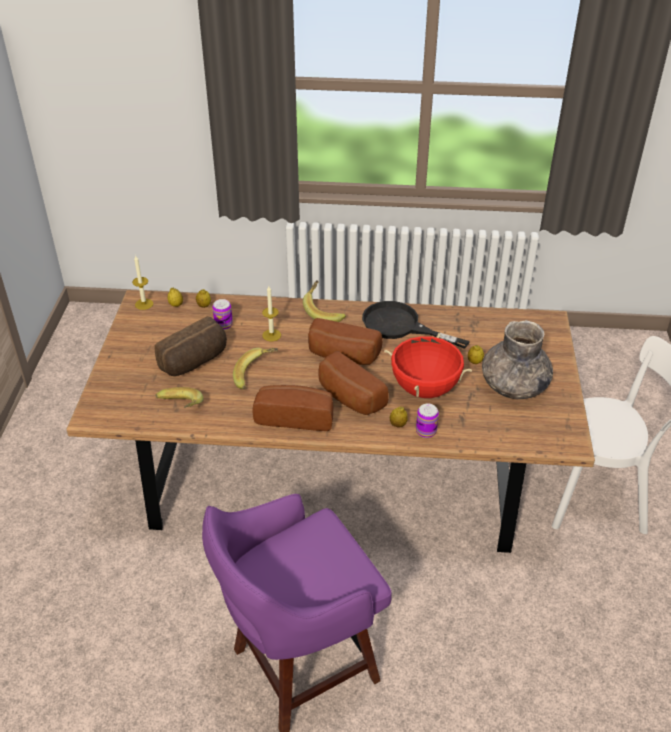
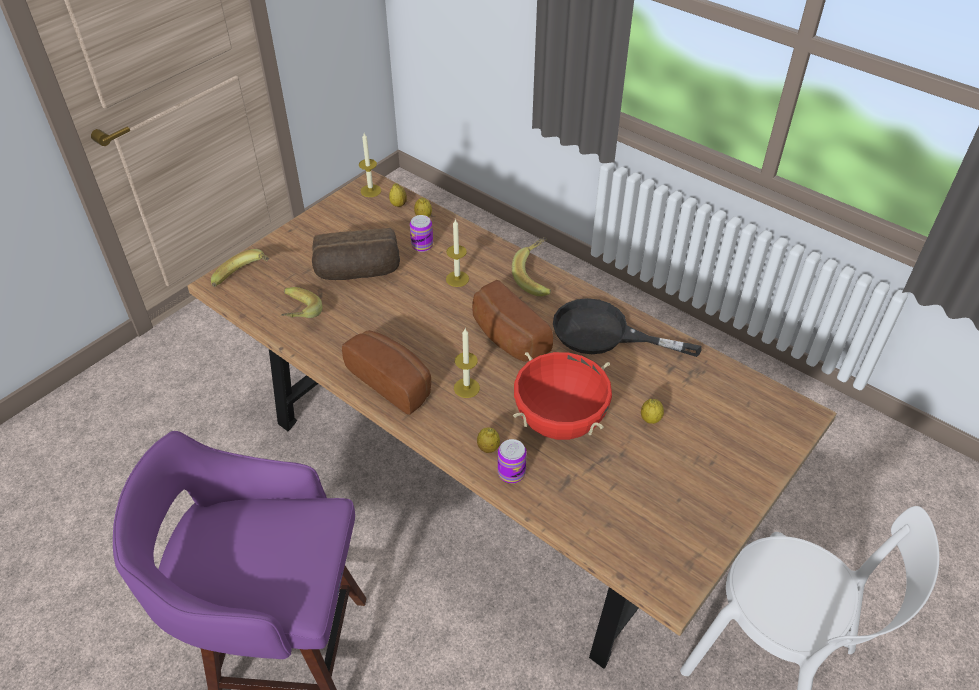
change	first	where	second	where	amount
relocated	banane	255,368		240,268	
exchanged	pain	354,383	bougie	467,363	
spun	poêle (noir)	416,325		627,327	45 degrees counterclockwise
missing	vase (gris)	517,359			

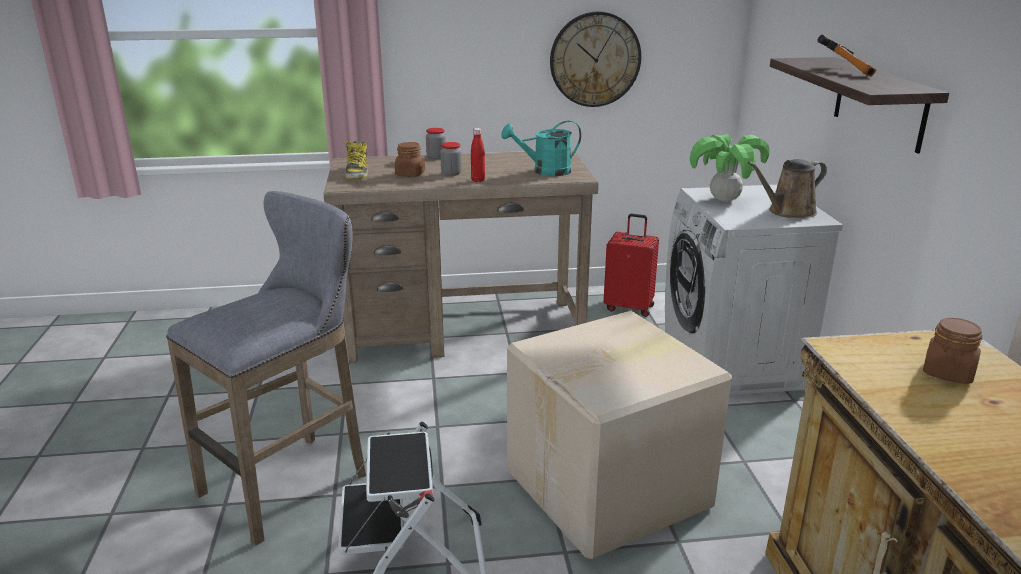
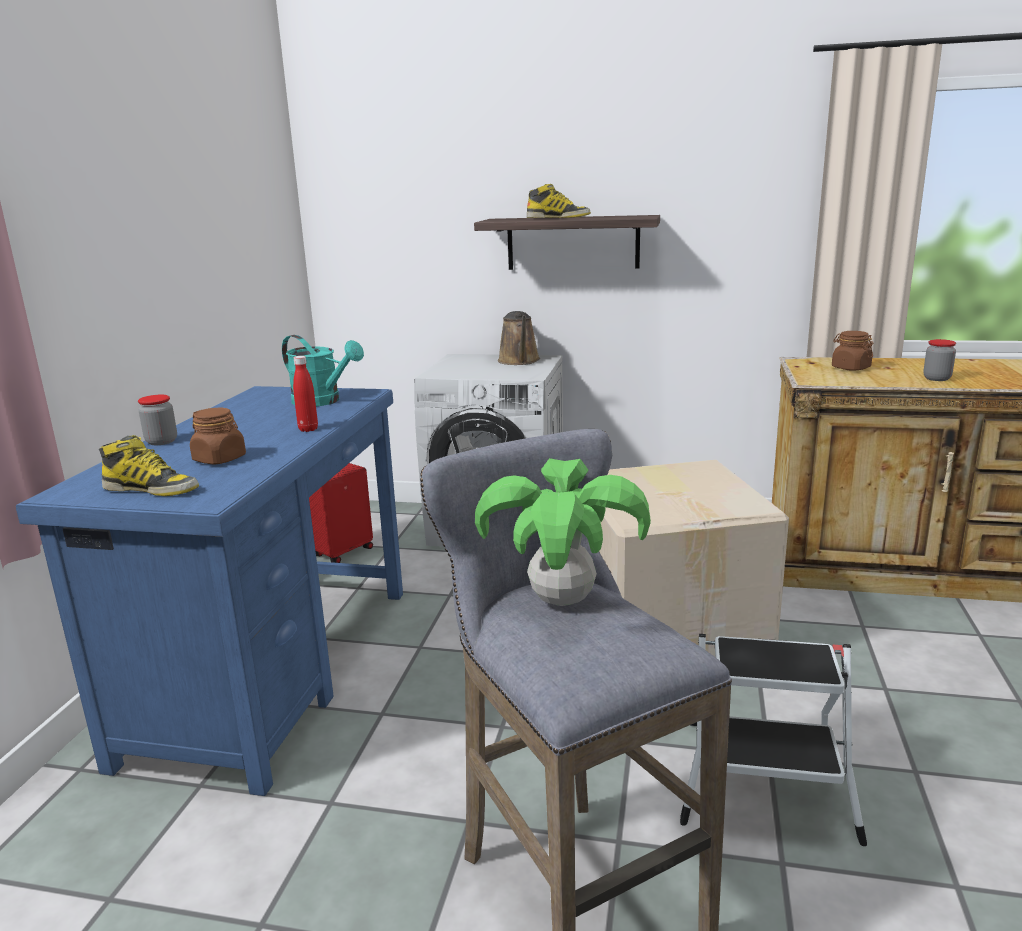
change	first	where	second	where	amount
colour	bureau (marron)	461,256	bureau (bleu)	209,591	
relocated	bocal	451,159		939,360	
spun	arrosoir (turquoise)	541,148		323,370	60 degrees counterclockwise
missing	horloge murale	595,59			
relocated	plante en pot	729,168		563,532	
exchanged	marteau	846,56	botte	558,201	

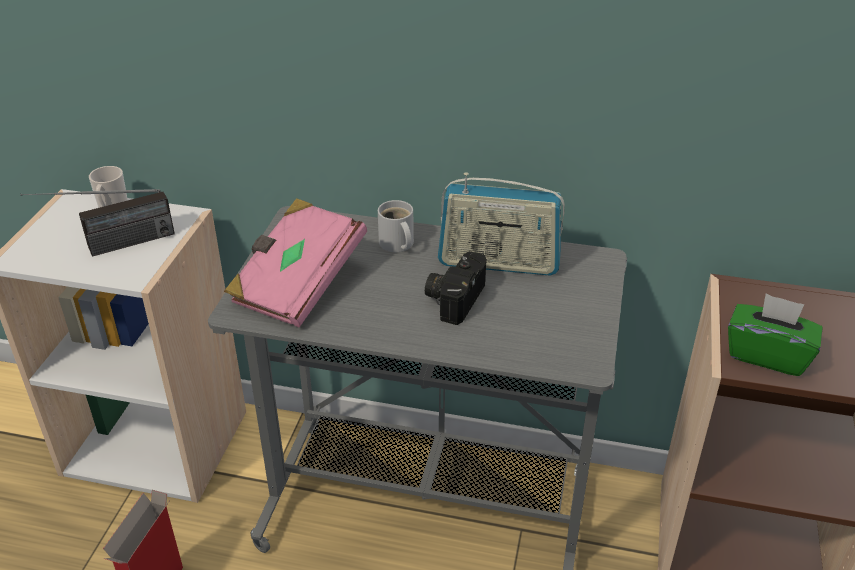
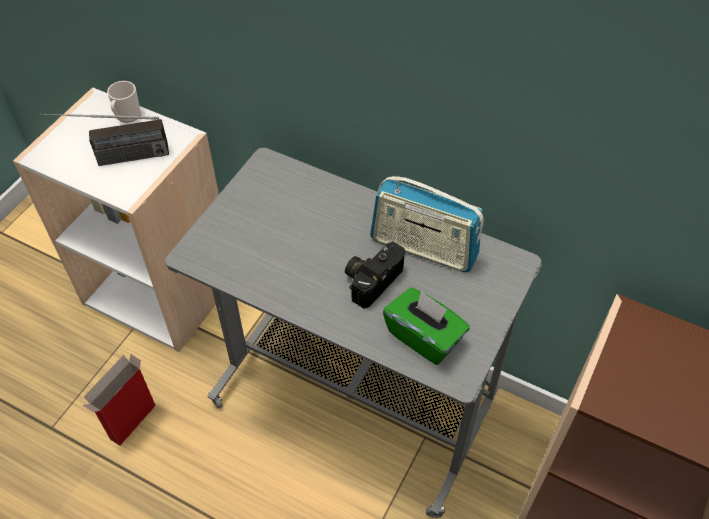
change	first	where	second	where	amount
missing	livre (rose)	295,263			
missing	mug (blanc)	396,226			
relocated	boîte à mouchoirs (vert)	775,334		426,326	

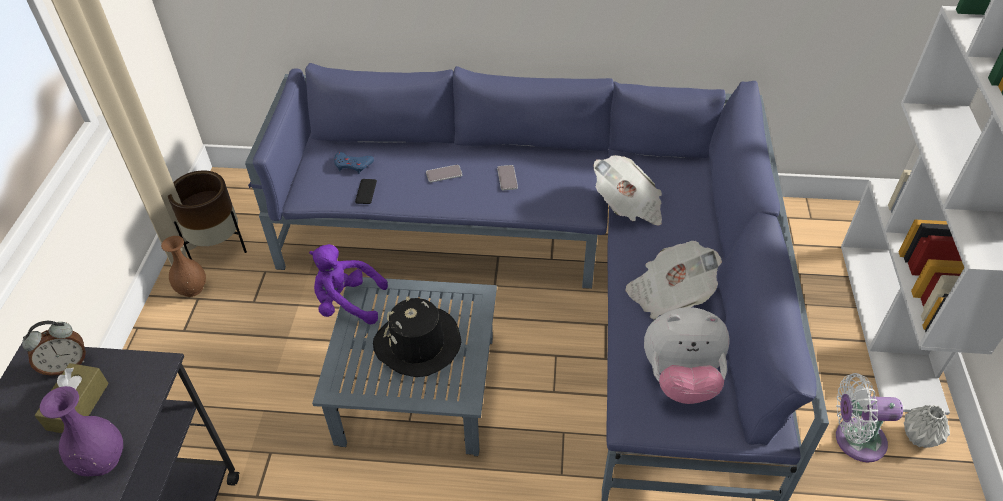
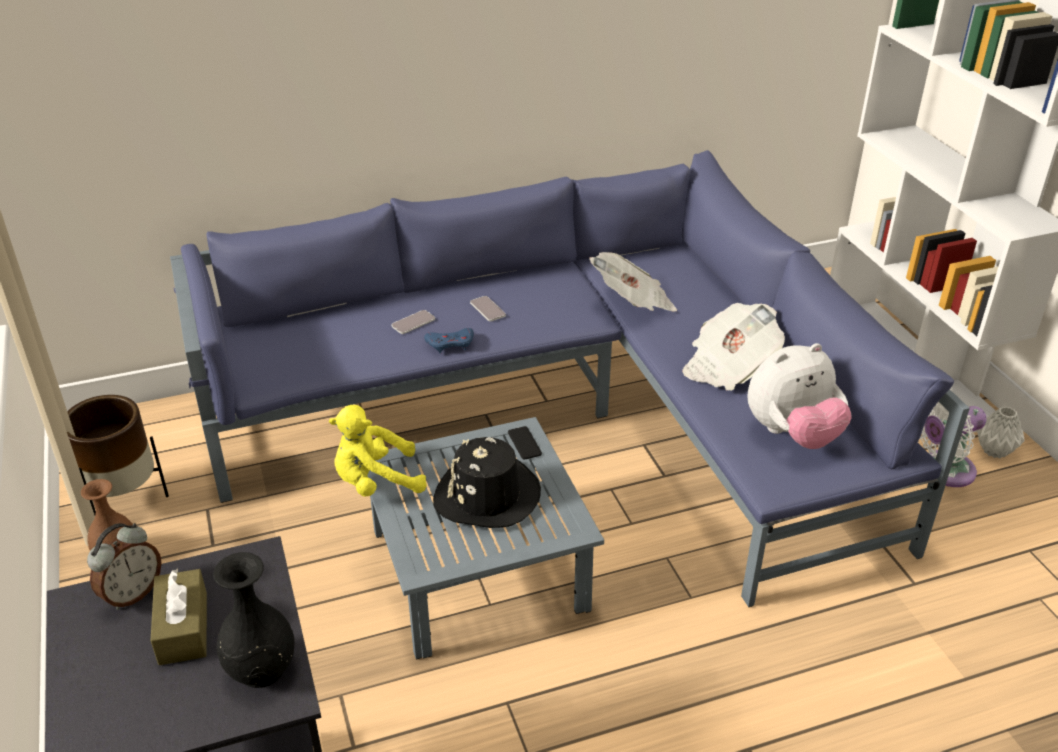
change	first	where	second	where	amount
colour	vase (violet)	81,431	vase (noir)	254,620	
colour	peluche (violet)	348,284	peluche (jaune)	378,451	
relocated	manette (bleu)	354,163		449,340	
relocated	téléphone	366,191		525,443	

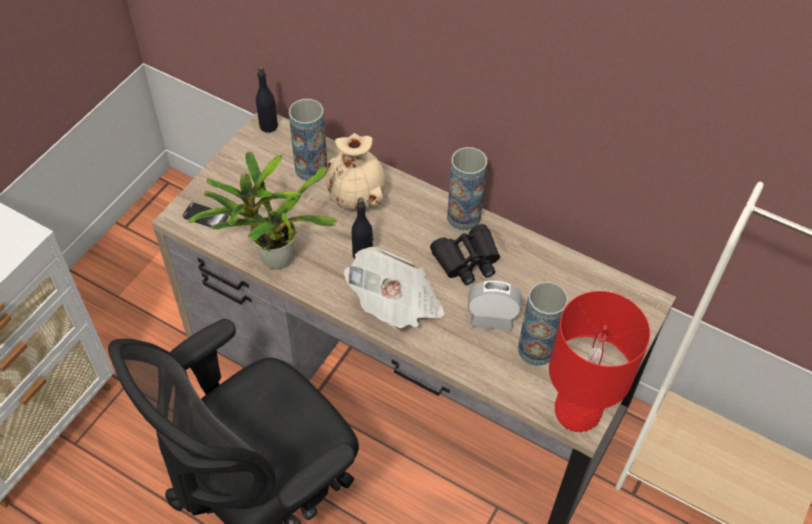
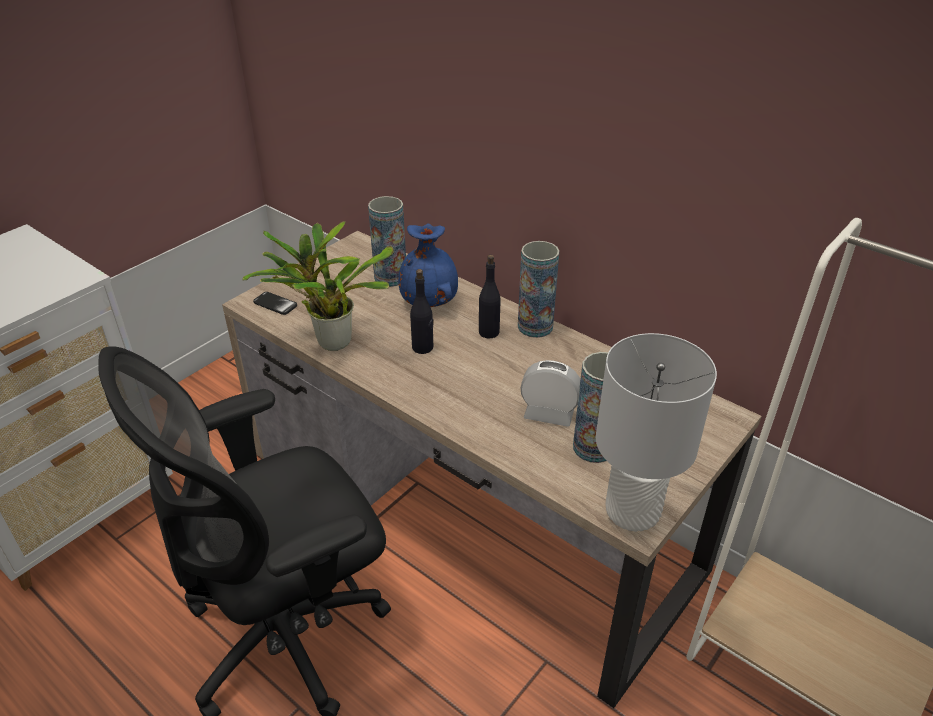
change	first	where	second	where	amount
relocated	bouteille (noir)	267,99		490,297	
colour	vase (beige)	356,171	vase (bleu)	428,265	
missing	journal	394,288			
missing	jumelles (noir)	465,254			
colour	lampe de table (rouge)	599,361	lampe de table (gris)	656,432	

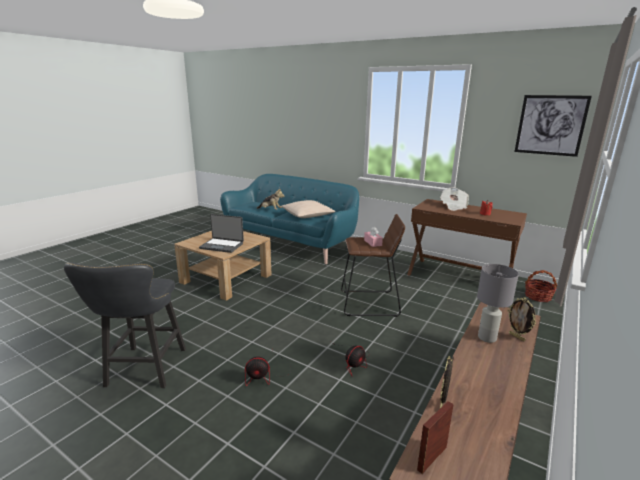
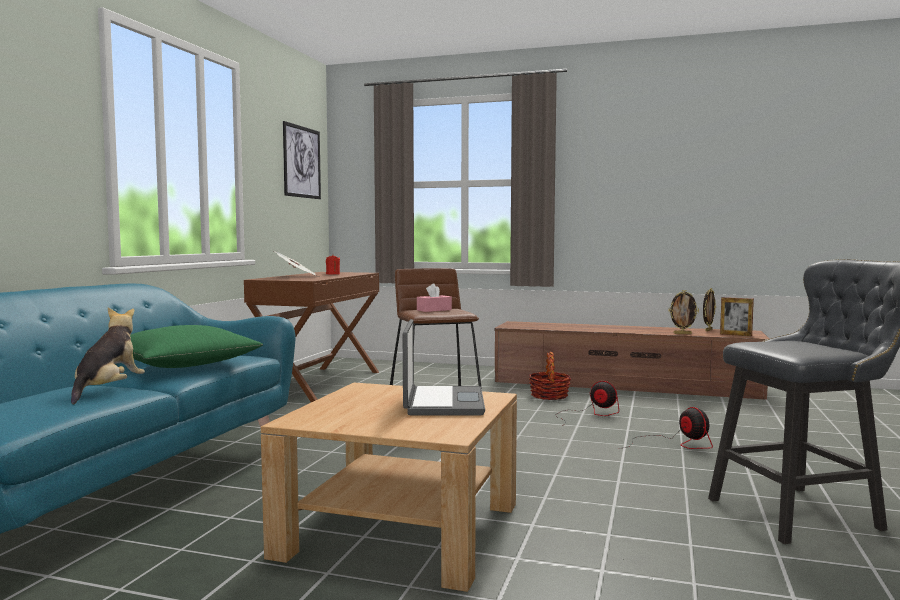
change	first	where	second	where	amount
colour	coussin (beige)	308,209	coussin (vert)	196,346	
missing	lampe de table (gris)	498,303			
relocated	cadre photo	521,319		709,309	
relocated	panier	541,286		550,376	

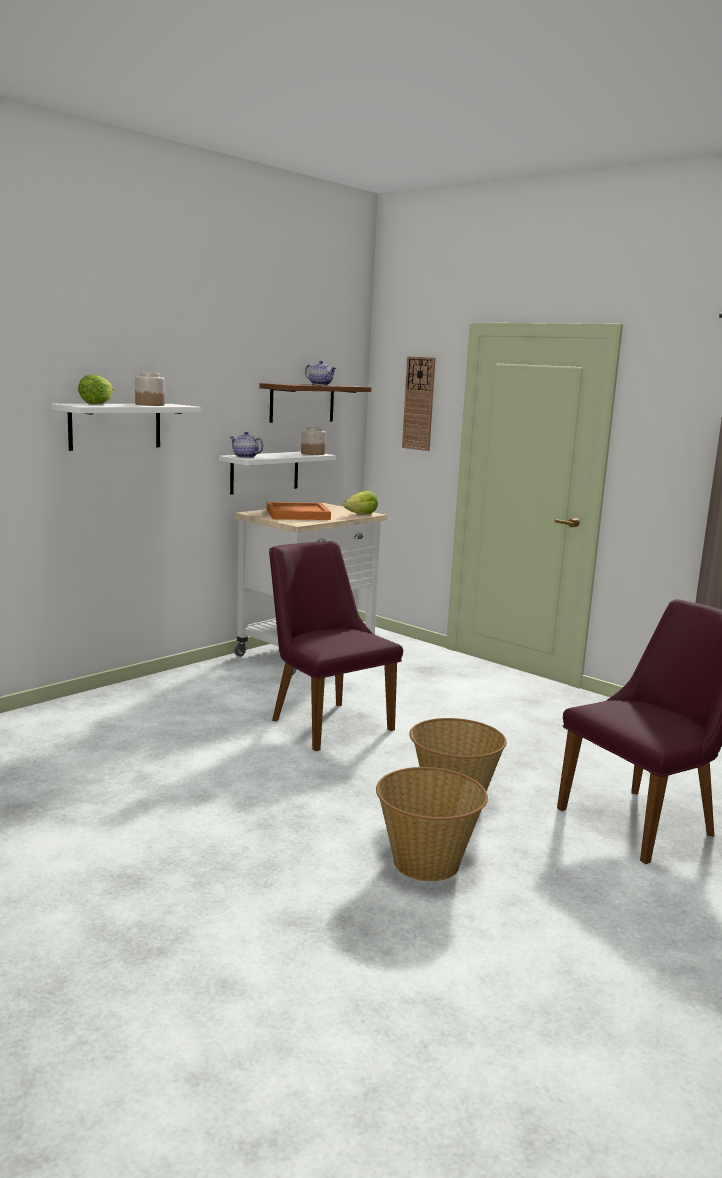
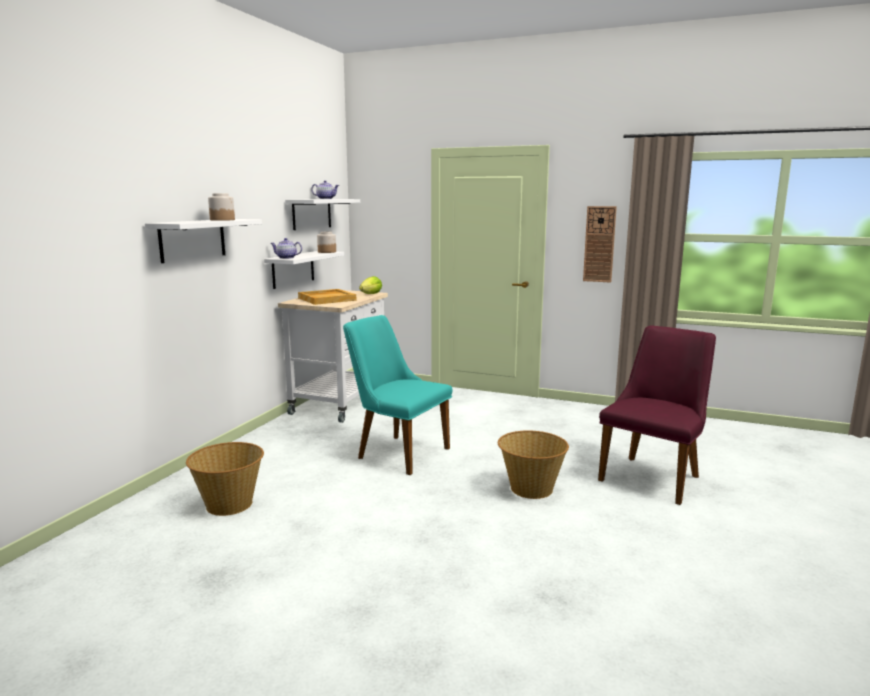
change	first	where	second	where	amount
missing	laitue	95,389			
colour	étagère (marron)	315,403	étagère (blanc)	322,214	
colour	plateau (orange)	299,511	plateau (beige)	327,297	
colour	chaise (violet)	336,646	chaise (turquoise)	398,395	
relocated	panier	432,824		225,479	
relocated	horloge murale	419,404		600,244	

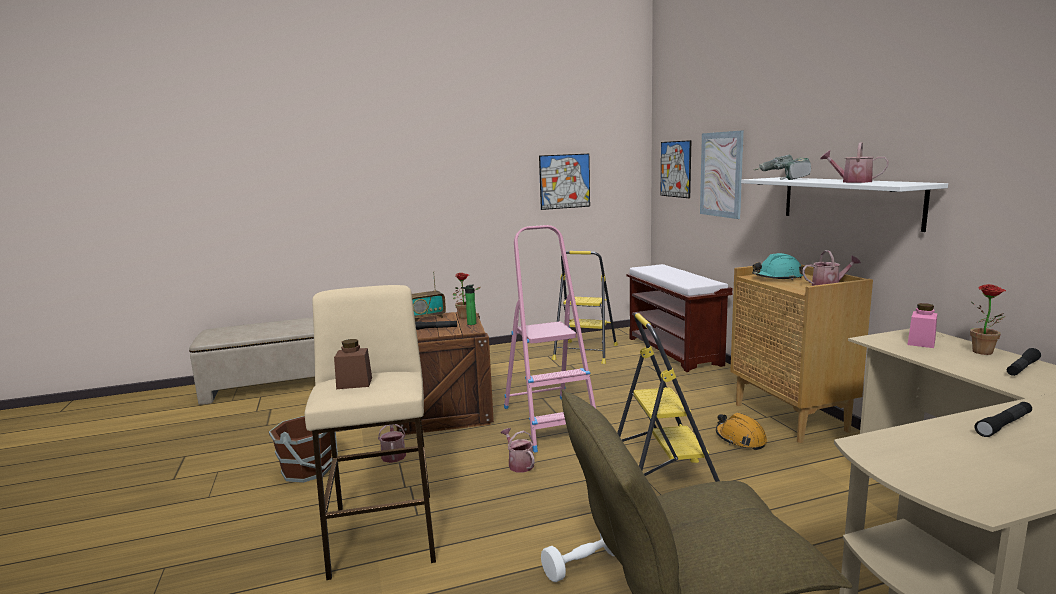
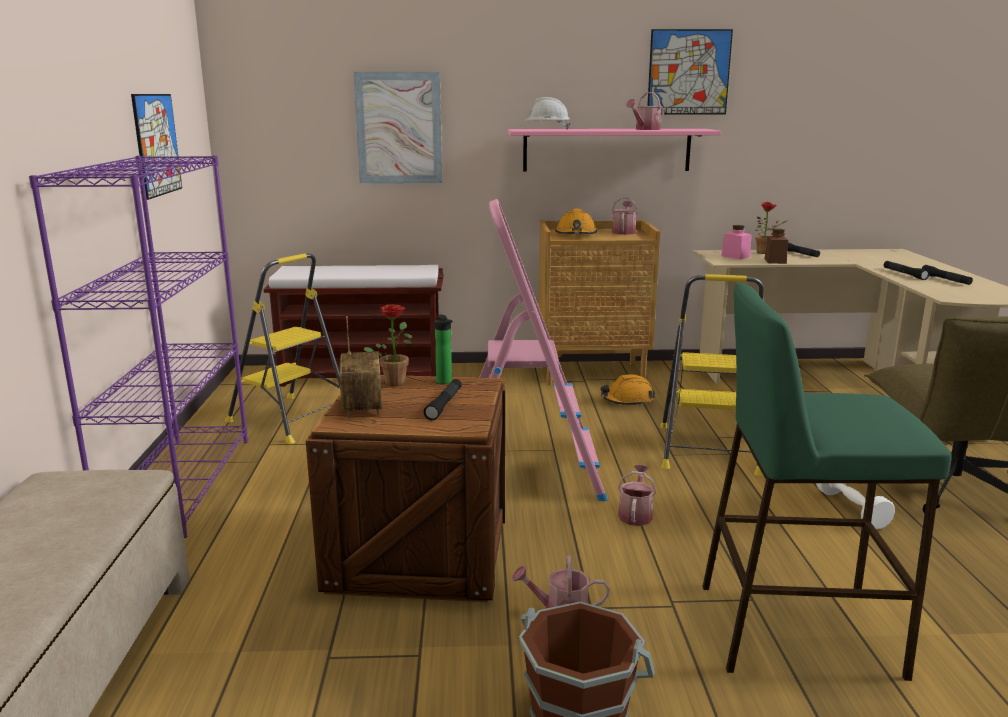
change	first	where	second	where	amount
colour	tabouret (beige)	370,432	tabouret (vert)	827,482	
relocated	bocal (marron)	353,364		776,246	
spun	arrosoir	517,450		637,495	120 degrees clockwise
relocated	tableau	676,169		690,72	
colour	étagère (blanc)	844,204	étagère (rose)	614,150	
colour	casque de chantier (turquoise)	778,266	casque de chantier (orange)	576,221	
exchanged	perceuse	782,167	casque de chantier (blanc)	547,113	
appeared			bibliothèque (violet)	138,346	
appeared			lampe de poche (noir)	947,275	

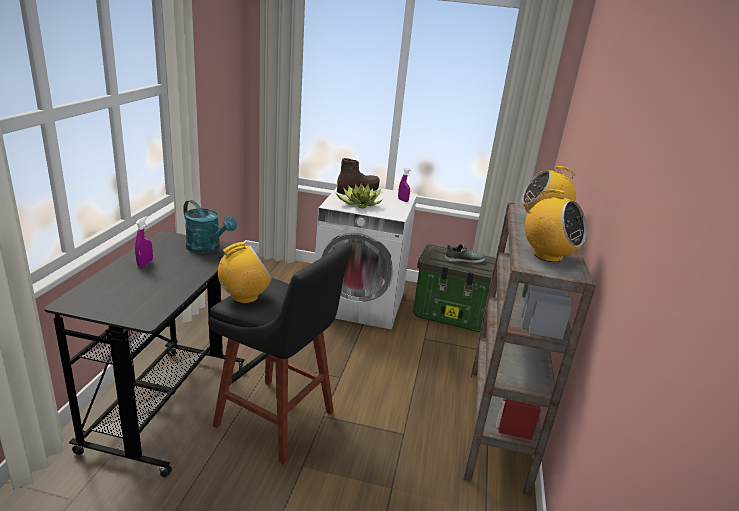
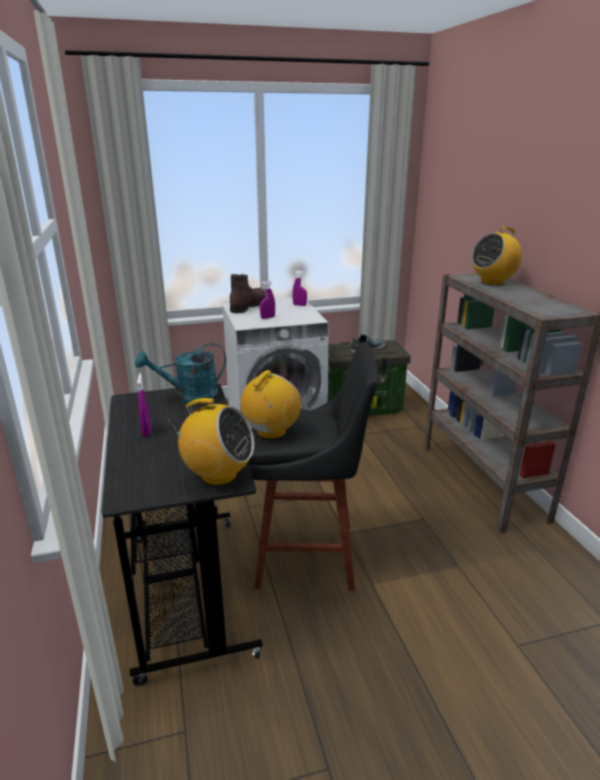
change	first	where	second	where	amount
spun	arrosoir (turquoise)	210,227		180,373	150 degrees clockwise
exchanged	plante en pot	359,196	vaporisateur (violet)	267,300	
relocated	radio	556,225		211,442	

